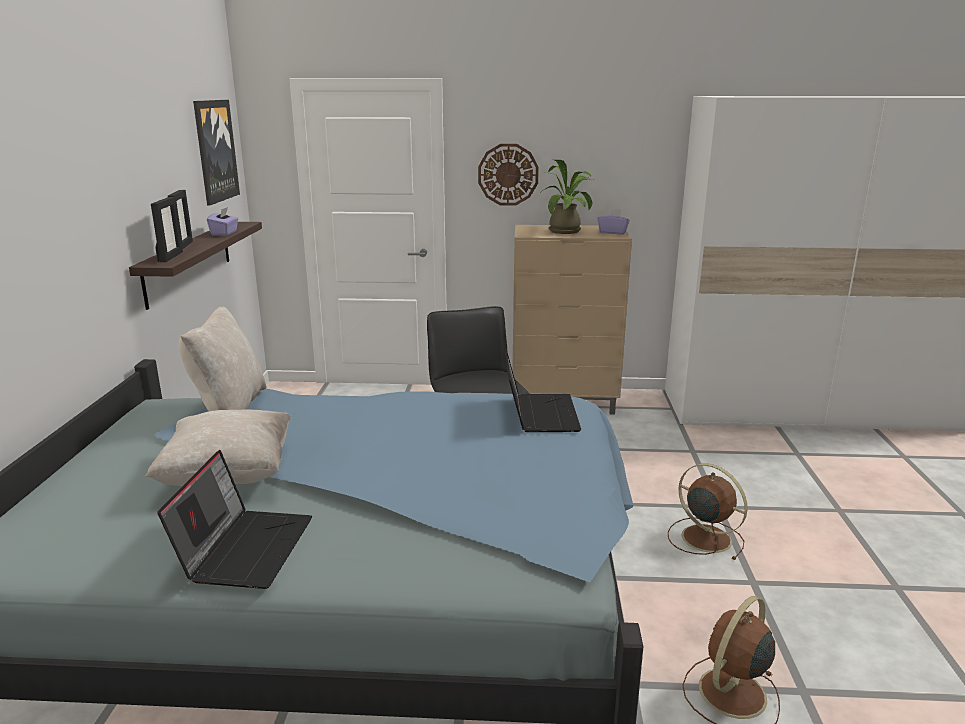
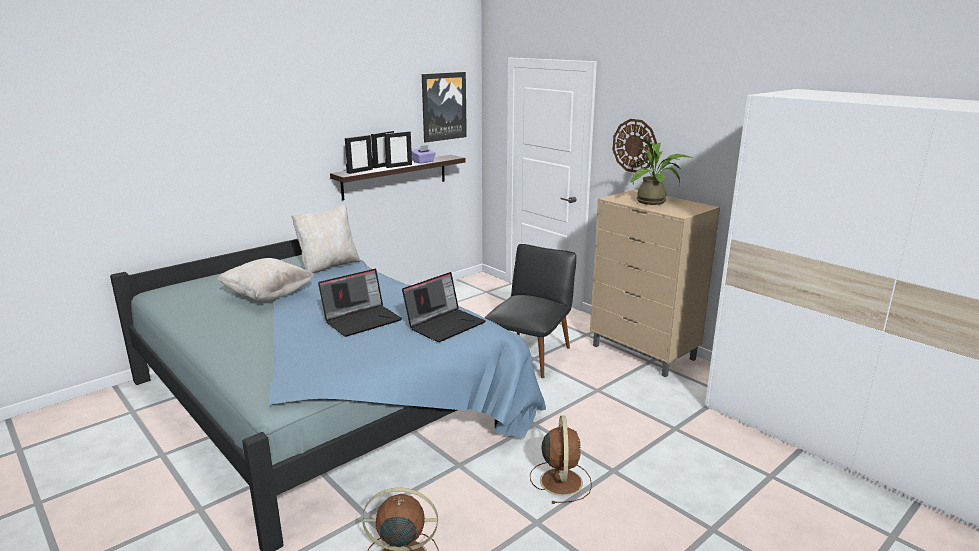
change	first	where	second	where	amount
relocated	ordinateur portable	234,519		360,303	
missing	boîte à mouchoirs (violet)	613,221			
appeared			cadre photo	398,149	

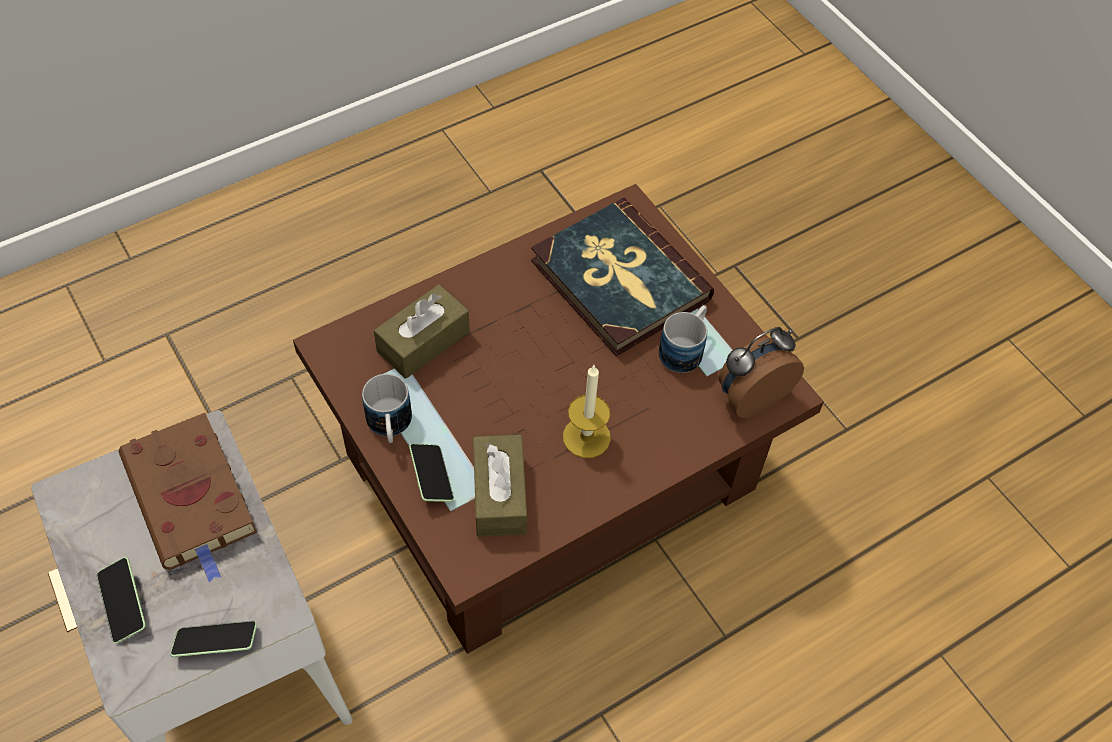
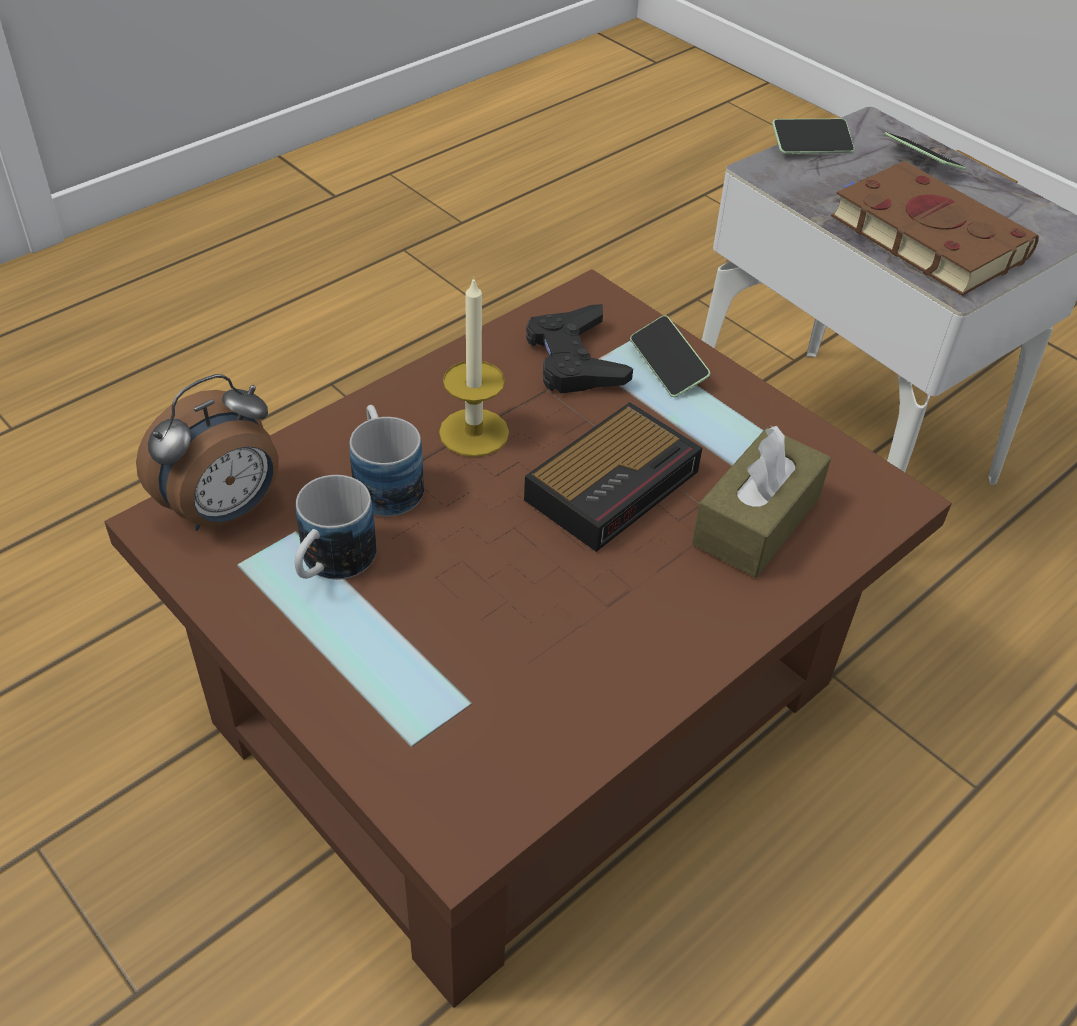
change	first	where	second	where	amount
relocated	mug	387,408		386,461	
exchanged	boîte à mouchoirs (marron)	500,485	manette (noir)	579,348	
missing	livre	622,277			
appeared			réveil	613,477	

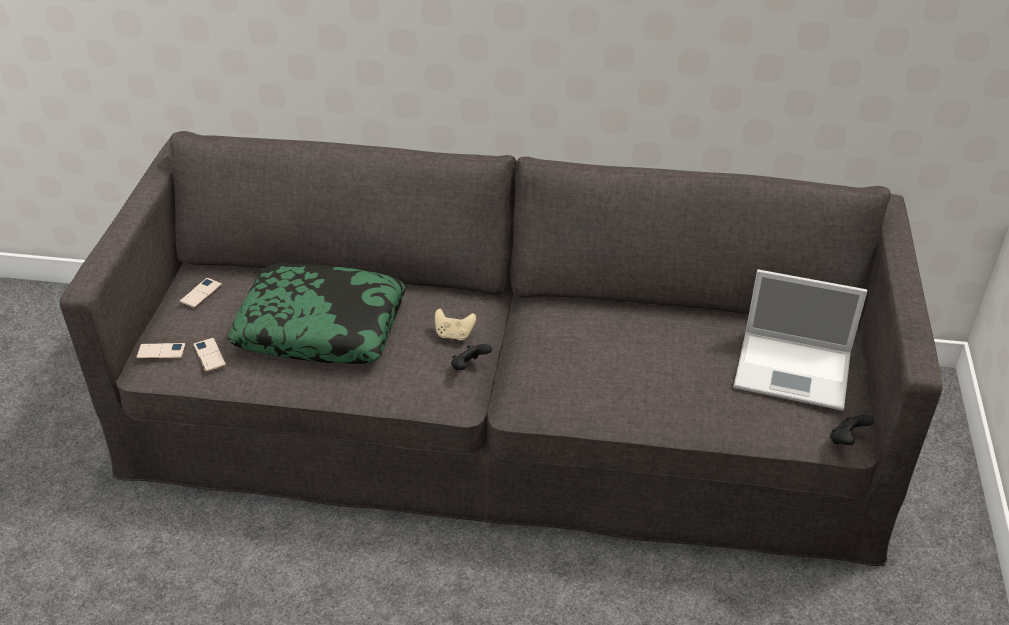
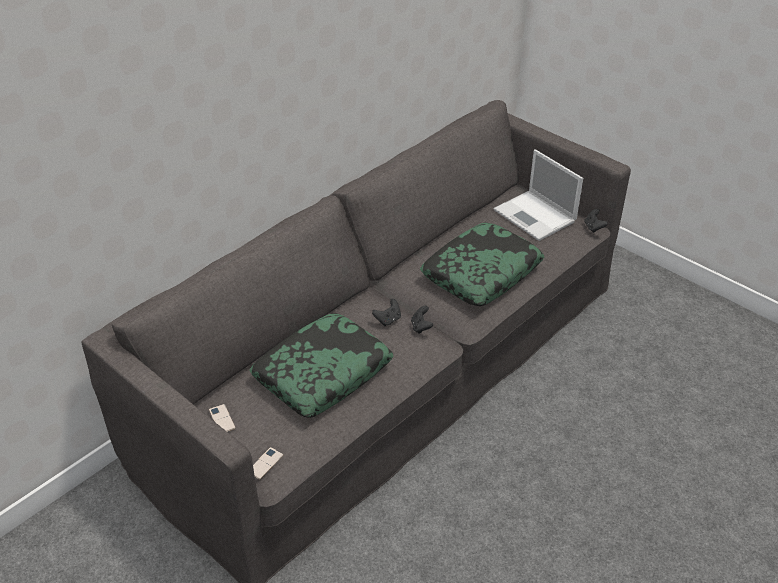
change	first	where	second	where	amount
missing	téléphone	209,355			
colour	manette (beige)	455,324	manette (noir)	386,312	
spun	ordinateur portable	800,340		538,195	90 degrees clockwise
appeared			coussin	482,264	

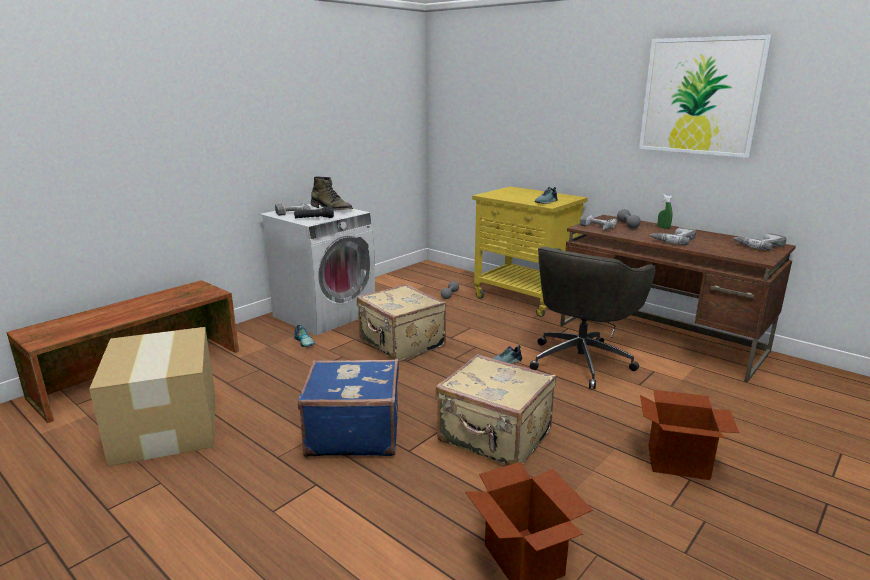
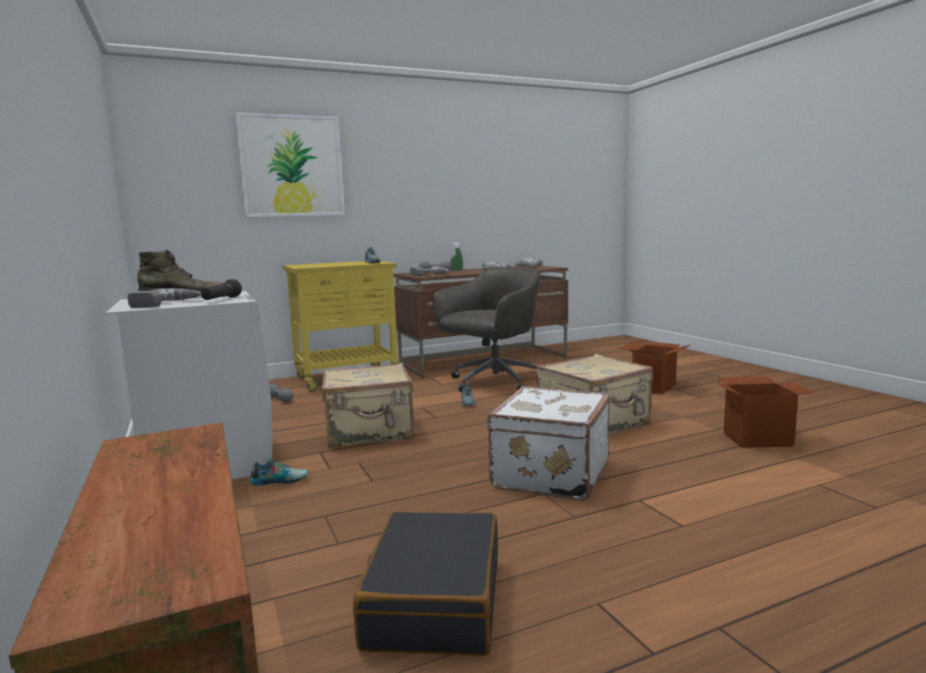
change	first	where	second	where	amount
exchanged	carton	152,397	valise (noir)	425,584	
colour	valise (bleu)	348,408	valise (blanc)	548,443	
spun	chaise de bureau (gris)	593,318		487,330	105 degrees counterclockwise
relocated	tableau	706,96		290,164	

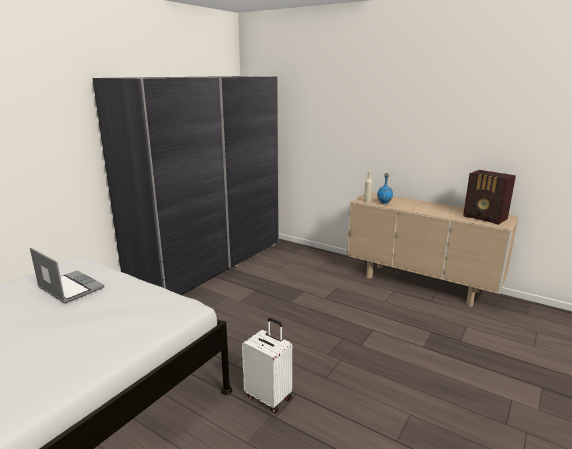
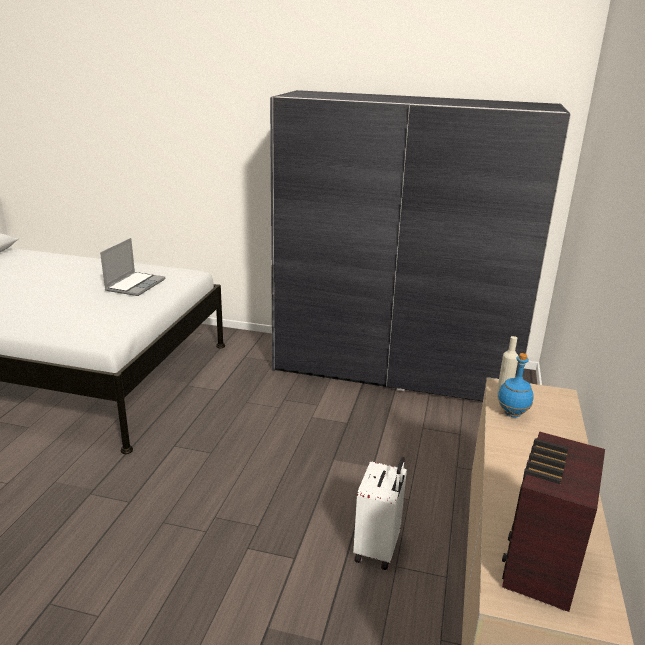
change	first	where	second	where	amount
relocated	valise (blanc)	267,366		380,513	

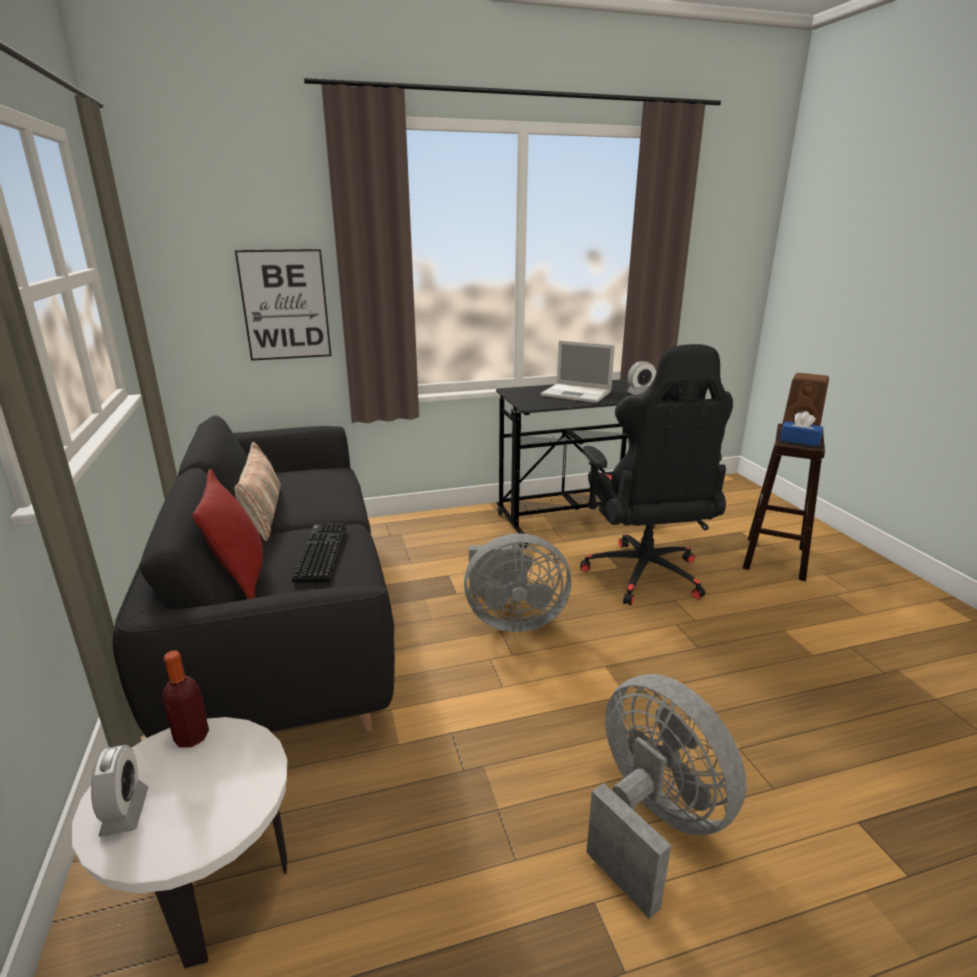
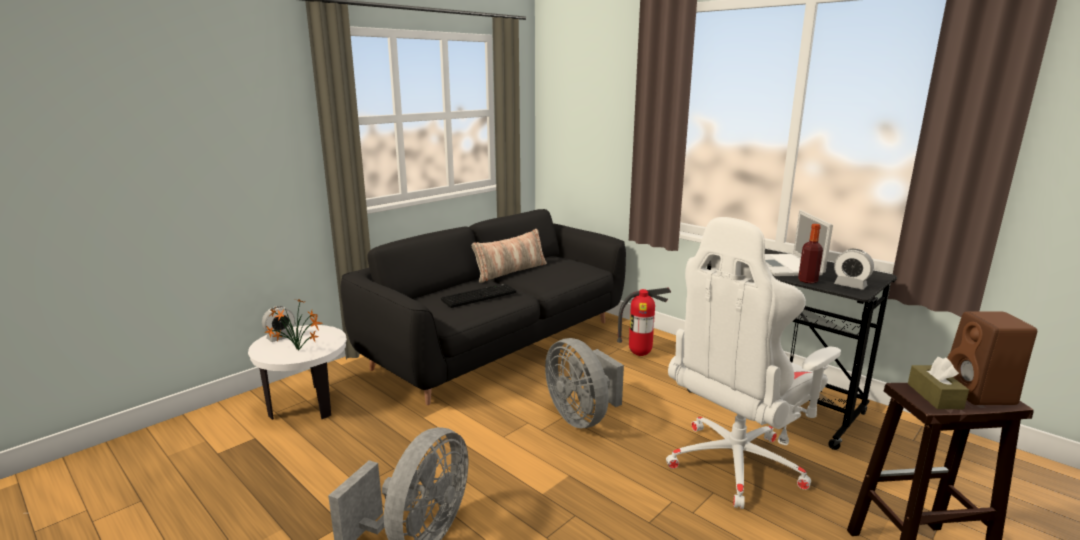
change	first	where	second	where	amount
relocated	bouteille	185,699		810,253	
missing	coussin (rouge)	227,534			
missing	tableau	283,305			
colour	chaise de bureau (noir)	656,475	chaise de bureau (blanc)	753,363	
colour	boîte à mouchoirs (bleu)	801,428	boîte à mouchoirs (marron)	938,383	
appeared			plante en pot	293,324	
appeared			extincteur	644,321	

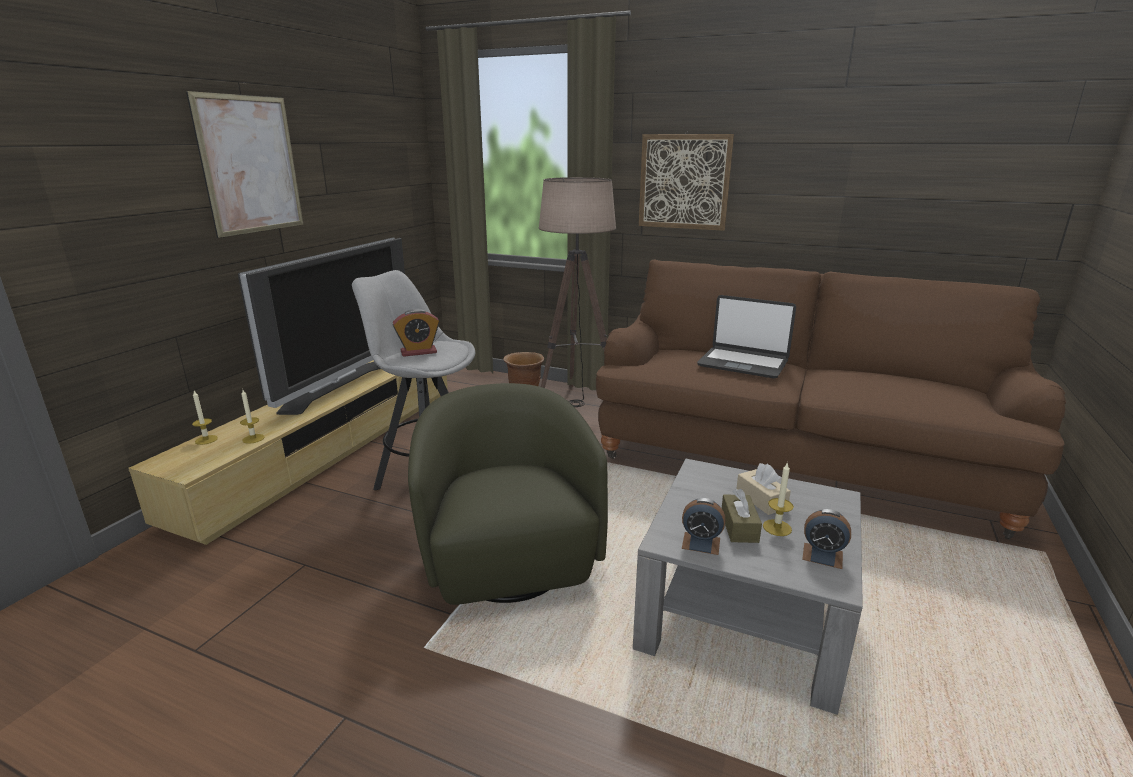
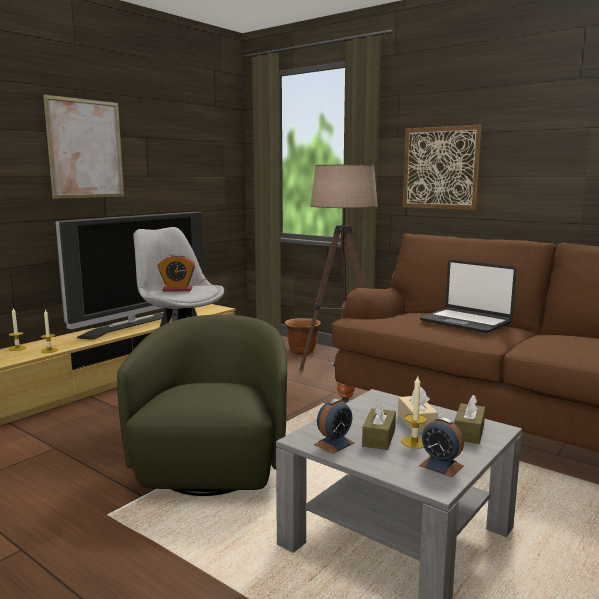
change	first	where	second	where	amount
spun	réveil	703,526		334,426	75 degrees counterclockwise
appeared			boîte à mouchoirs (marron)	469,419	

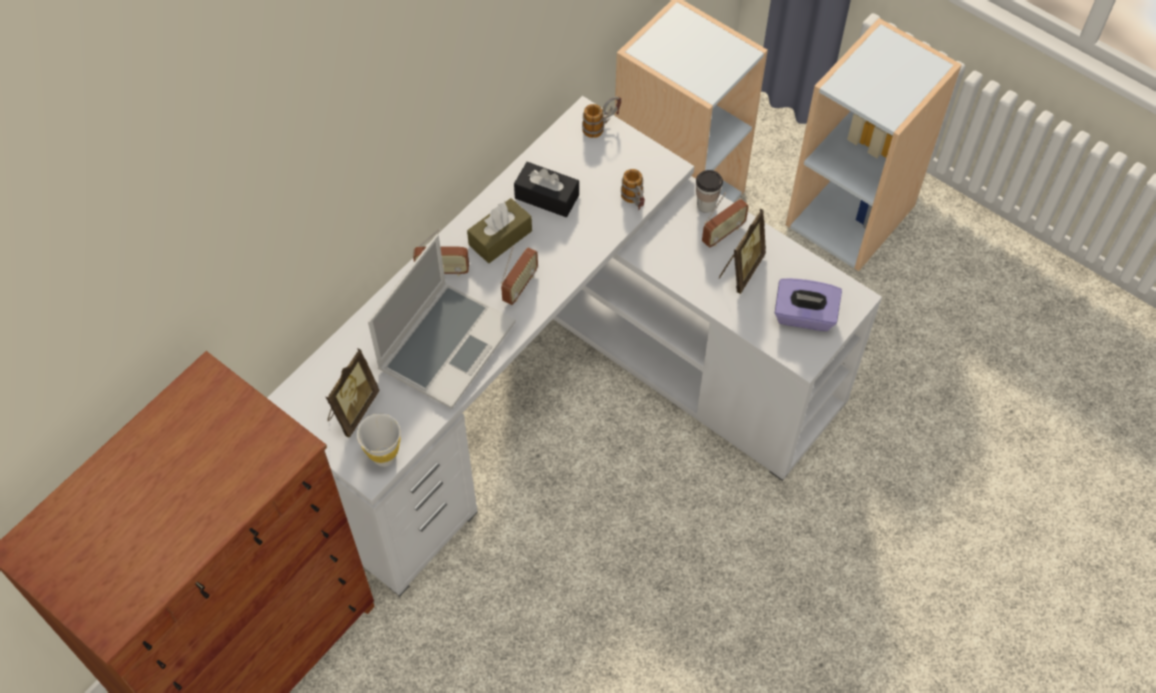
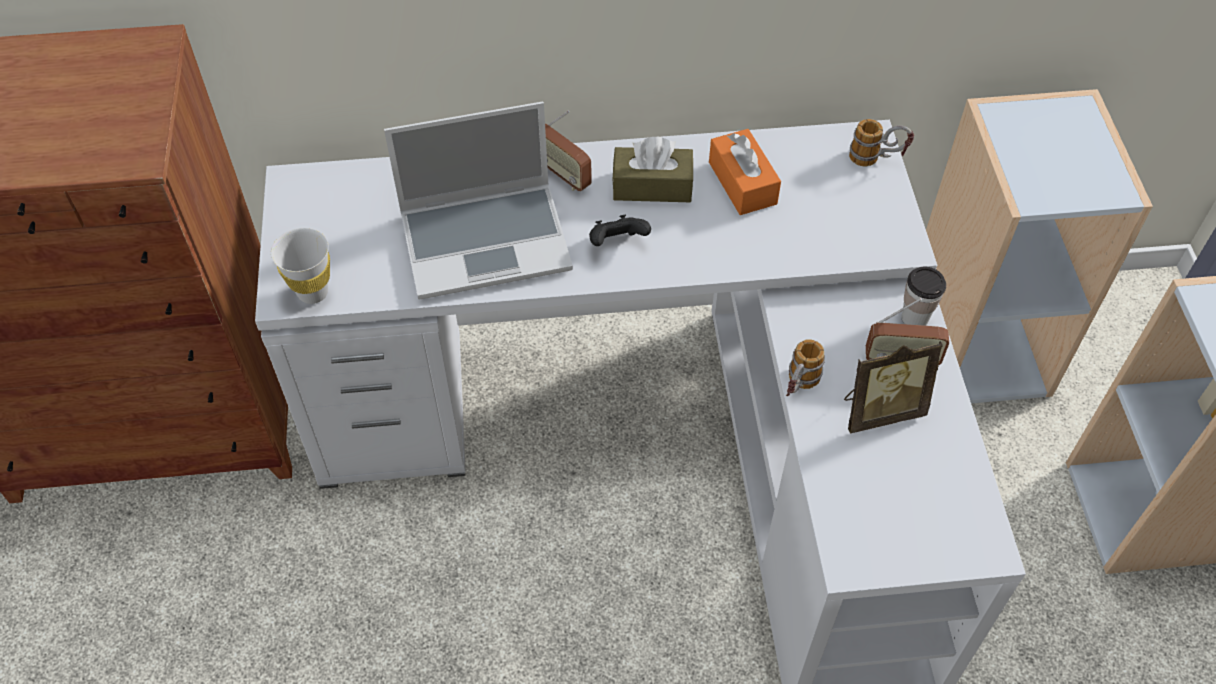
change	first	where	second	where	amount
missing	cadre photo	353,393			
exchanged	radio	519,276	manette (noir)	620,230	
colour	boîte à mouchoirs (noir)	546,189	boîte à mouchoirs (orange)	745,172	
relocated	mug	633,189		805,367	
missing	boîte à mouchoirs (violet)	808,304			

